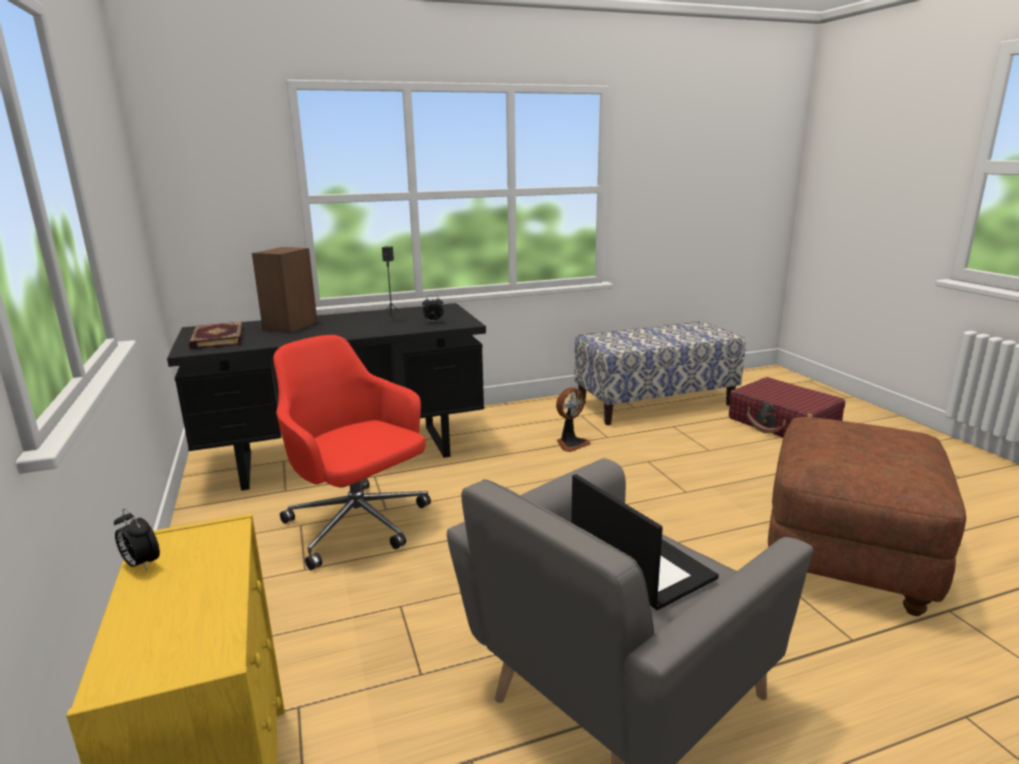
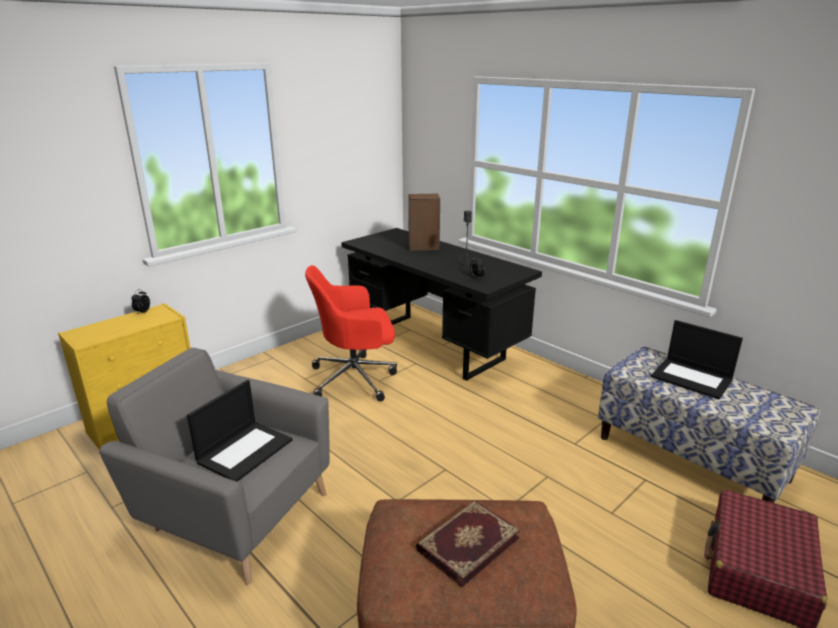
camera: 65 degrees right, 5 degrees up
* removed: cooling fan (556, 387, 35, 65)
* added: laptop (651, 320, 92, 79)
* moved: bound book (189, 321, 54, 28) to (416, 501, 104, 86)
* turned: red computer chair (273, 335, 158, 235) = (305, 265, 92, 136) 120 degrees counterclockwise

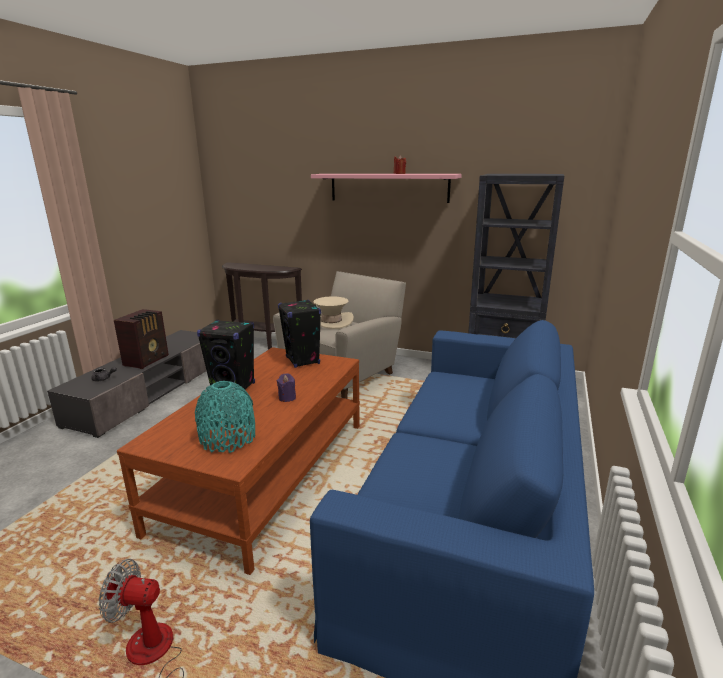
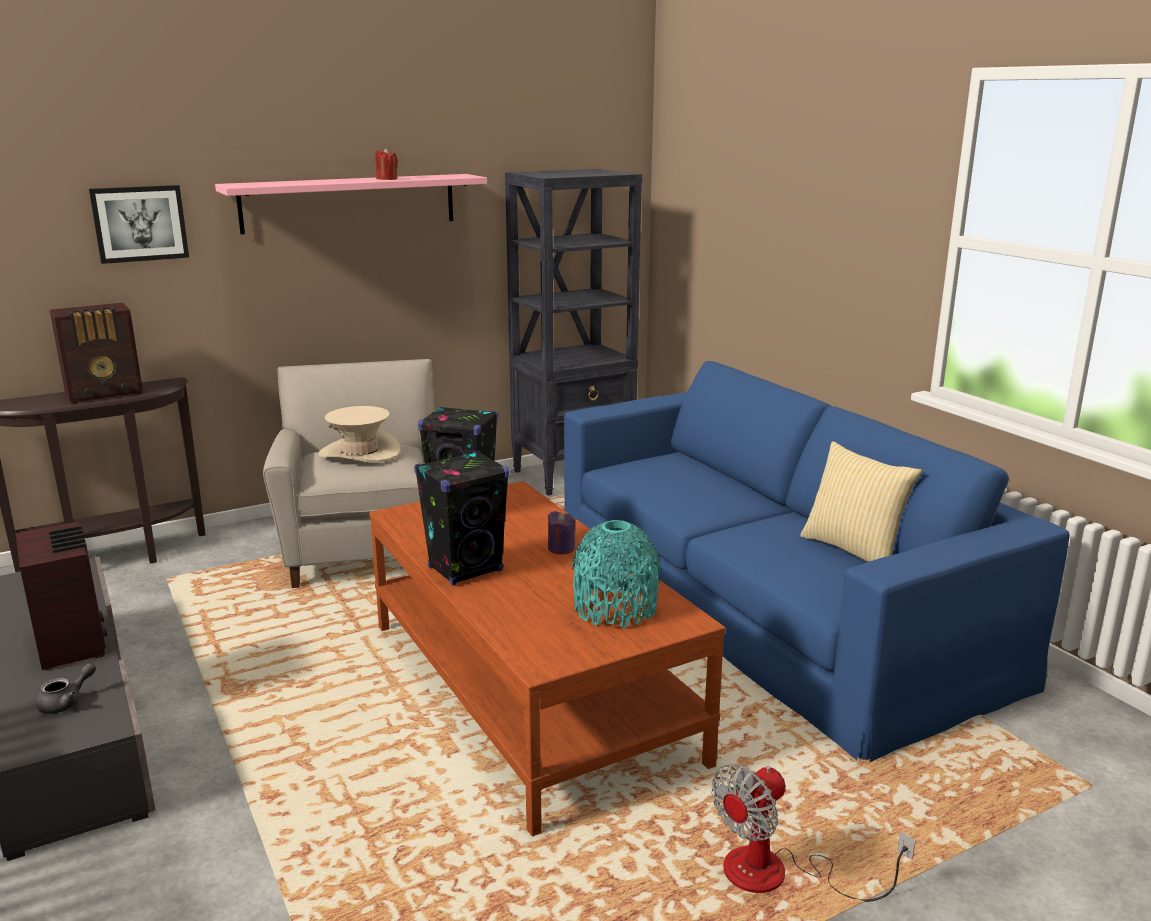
camera: 50 degrees left, 0 degrees up
* added: radio receiver (50, 303, 93, 101)
* added: wall picture (89, 185, 100, 79)
* added: cushion (801, 441, 121, 121)

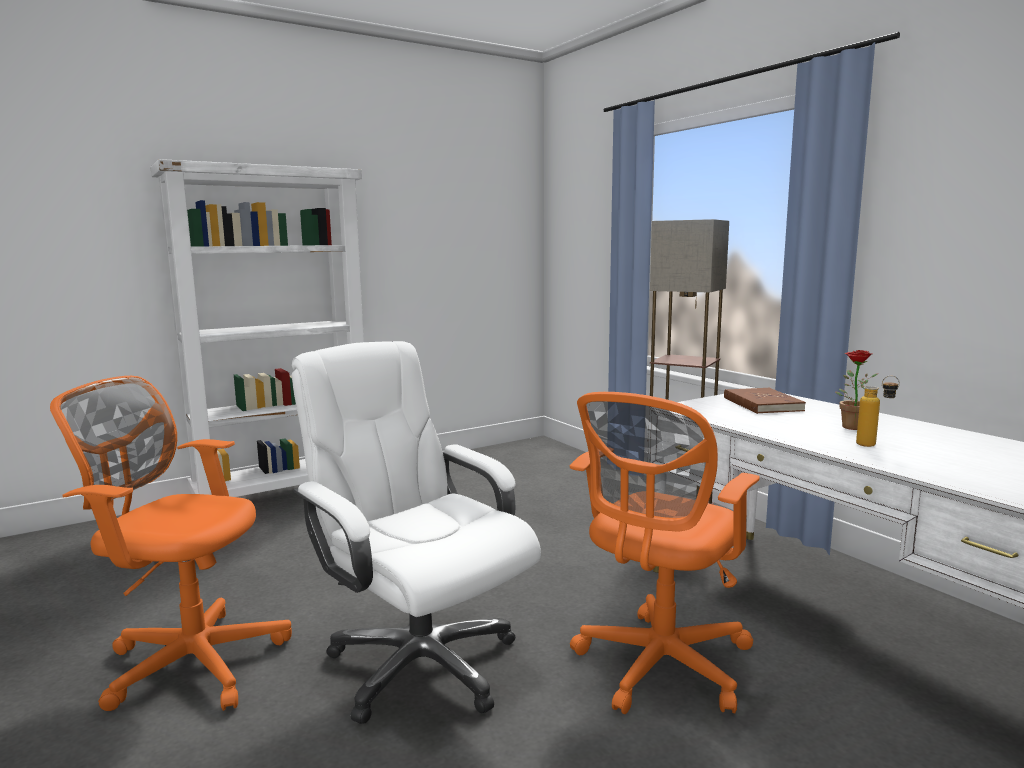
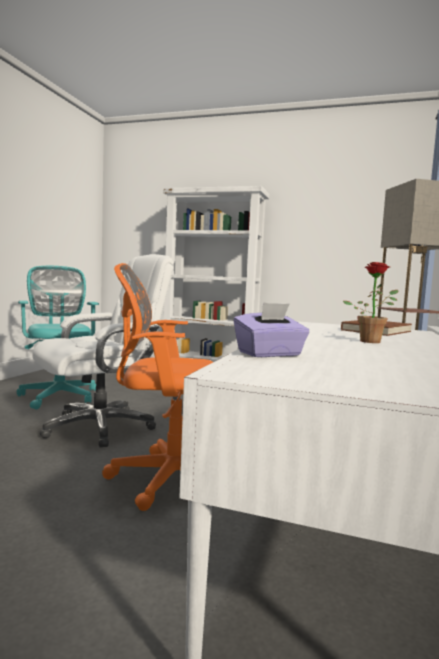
camera: 50 degrees right, 5 degrees down
* removed: drink bottle (856, 376, 44, 71)
* added: purple tissue box (234, 302, 76, 55)
* recoloured: orangey computer chair (50, 376, 242, 335) to turquoise computer chair (17, 266, 82, 143)
* turned: white-coloured computer chair (291, 341, 250, 383) = (32, 254, 142, 194) 45 degrees clockwise

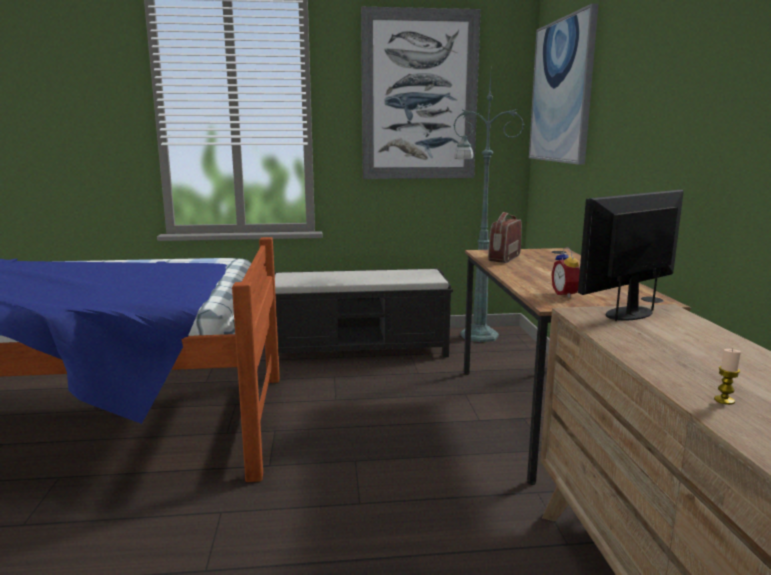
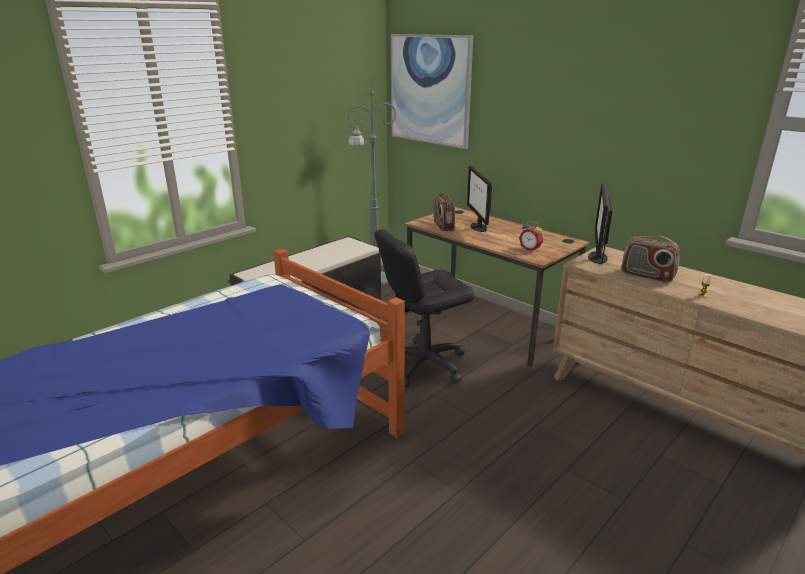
camera: 40 degrees left, 10 degrees up
* removed: wall picture (361, 7, 120, 172)
* added: black-coloured computer chair (374, 229, 101, 158)
* added: computer display (467, 166, 25, 66)
* added: radio receiver (621, 236, 59, 47)

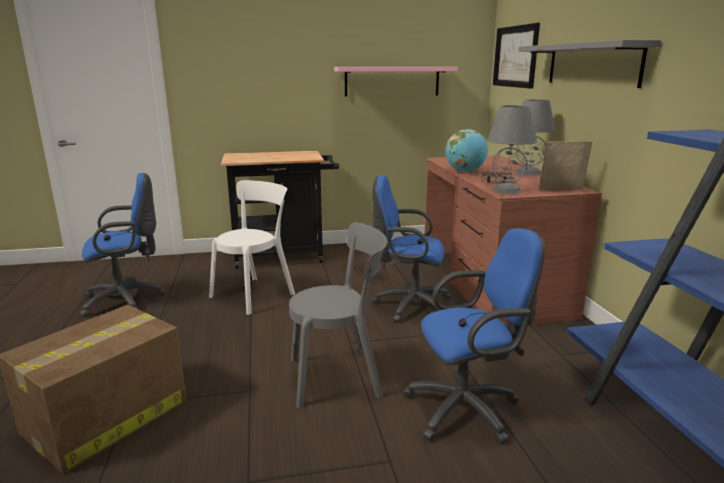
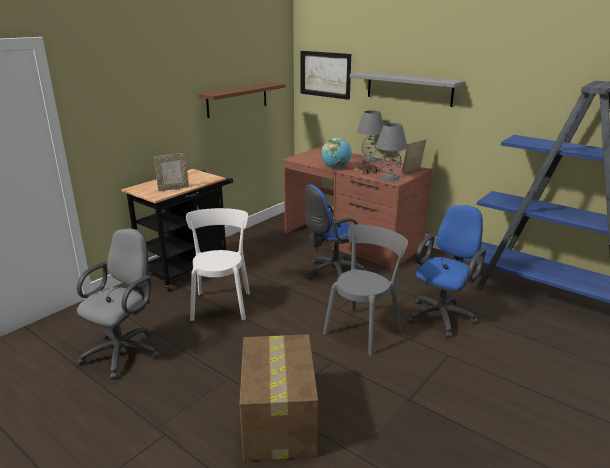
camera: 40 degrees left, 5 degrees up
* added: picture frame (153, 153, 36, 38)
* recoloured: blue-coloured computer chair (80, 173, 86, 144) to gray computer chair (77, 229, 82, 151)
* recoloured: pinkish bracket shelf (334, 67, 124, 30) to brown bracket shelf (198, 82, 88, 36)

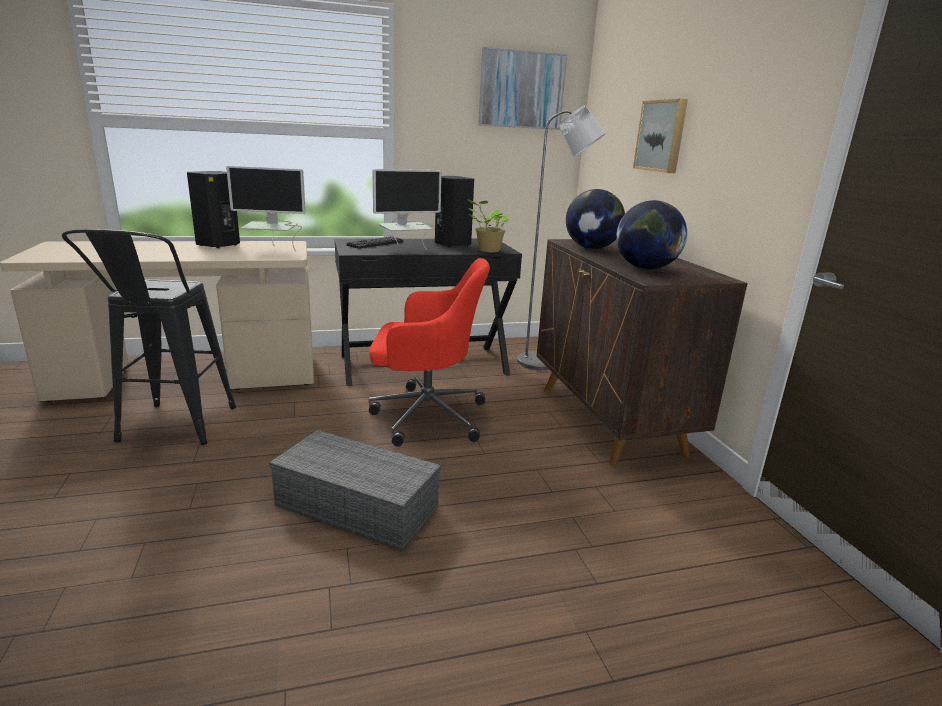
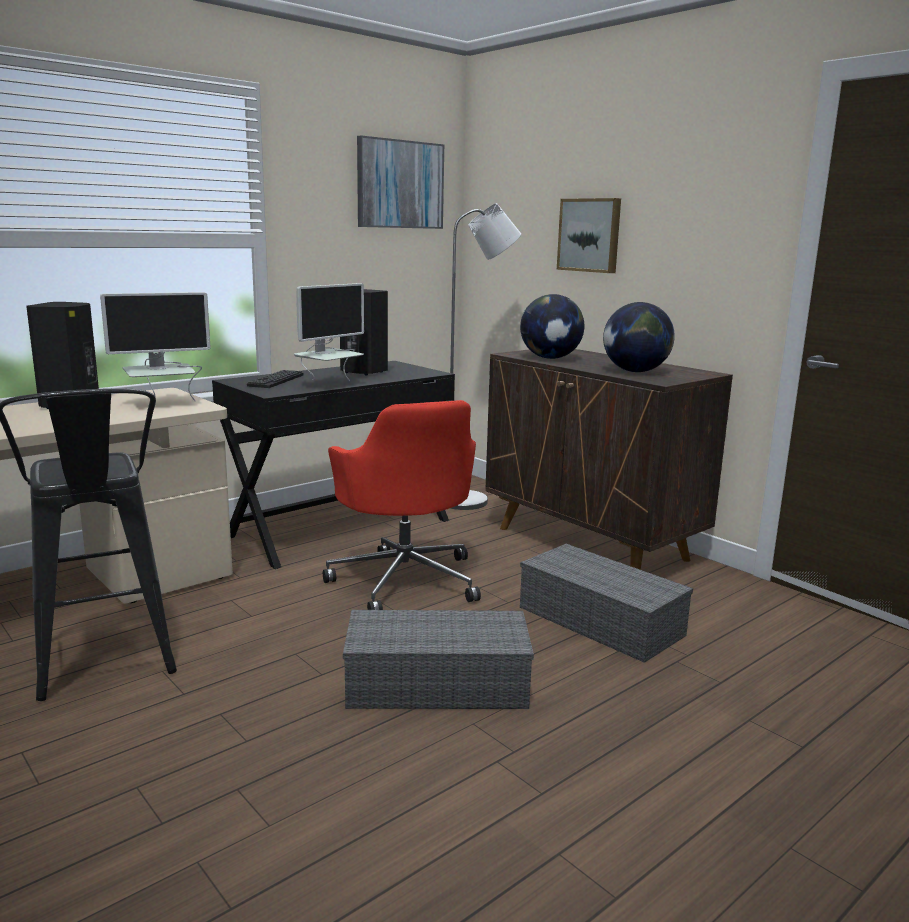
camera: 25 degrees left, 5 degrees down
* removed: houseplant (466, 199, 43, 53)
* added: gray storage container (520, 544, 173, 119)
* turned: red computer chair (369, 258, 121, 188) = (323, 400, 158, 210) 90 degrees clockwise

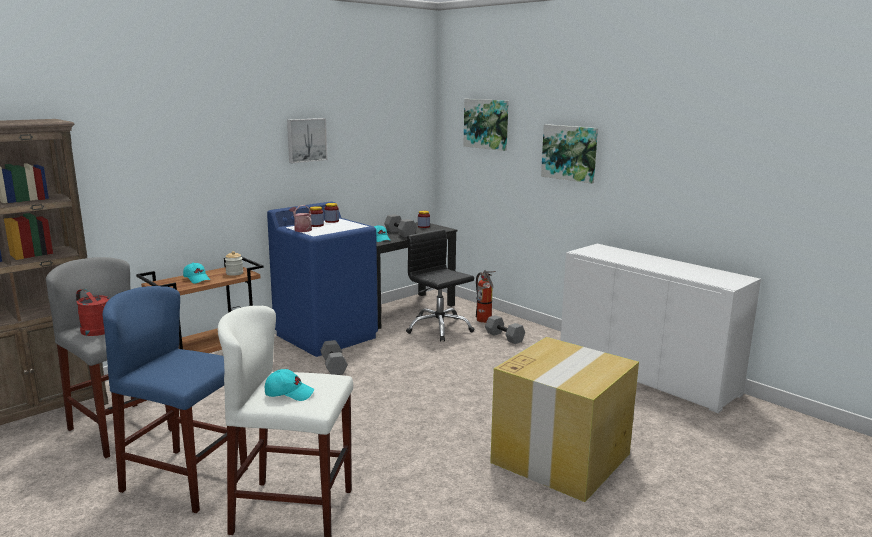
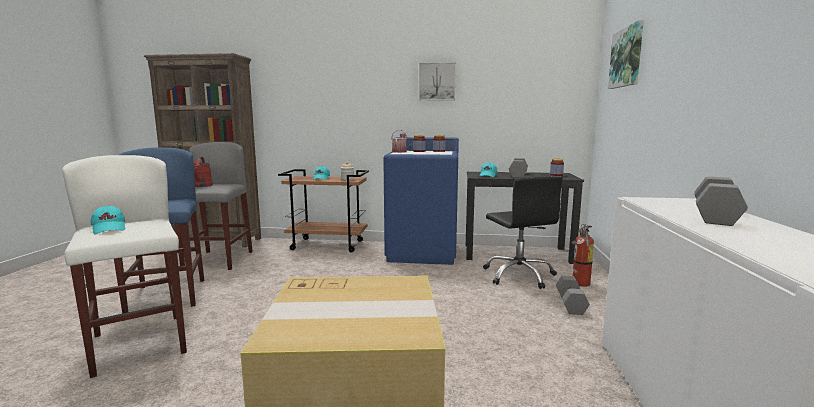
camera: 50 degrees right, 5 degrees down
* removed: wall picture (541, 124, 57, 60)
* moved: gray free weight (320, 340, 28, 35) to (694, 176, 54, 50)
* turned: black-coloured computer chair (406, 229, 69, 113) = (483, 176, 80, 113) 150 degrees clockwise

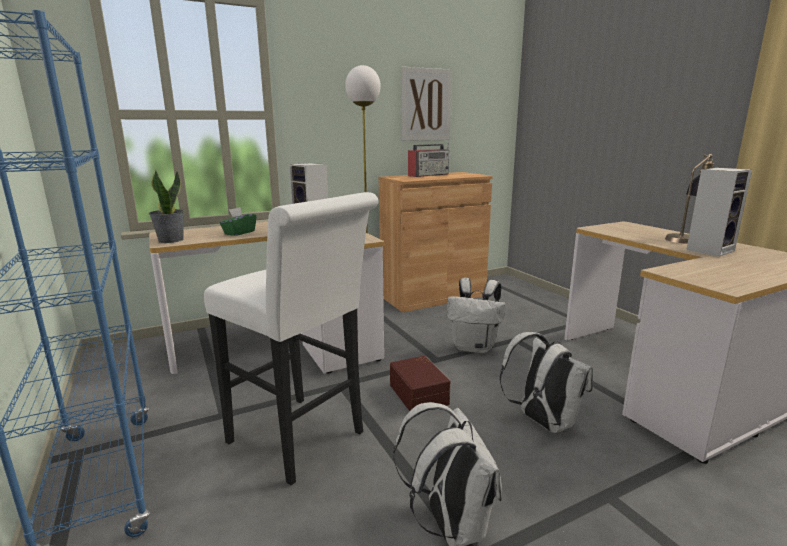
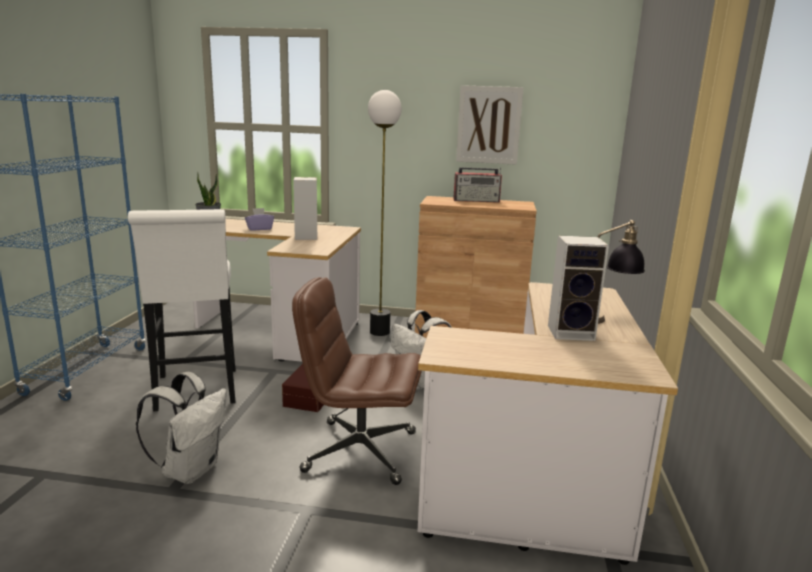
camera: 35 degrees right, 0 degrees up
* replaced: white-coloured rucksack (500, 332, 93, 101) to brown computer chair (292, 277, 130, 208)
* recoloured: greenish tissue box (220, 207, 37, 29) to purple tissue box (245, 208, 29, 23)

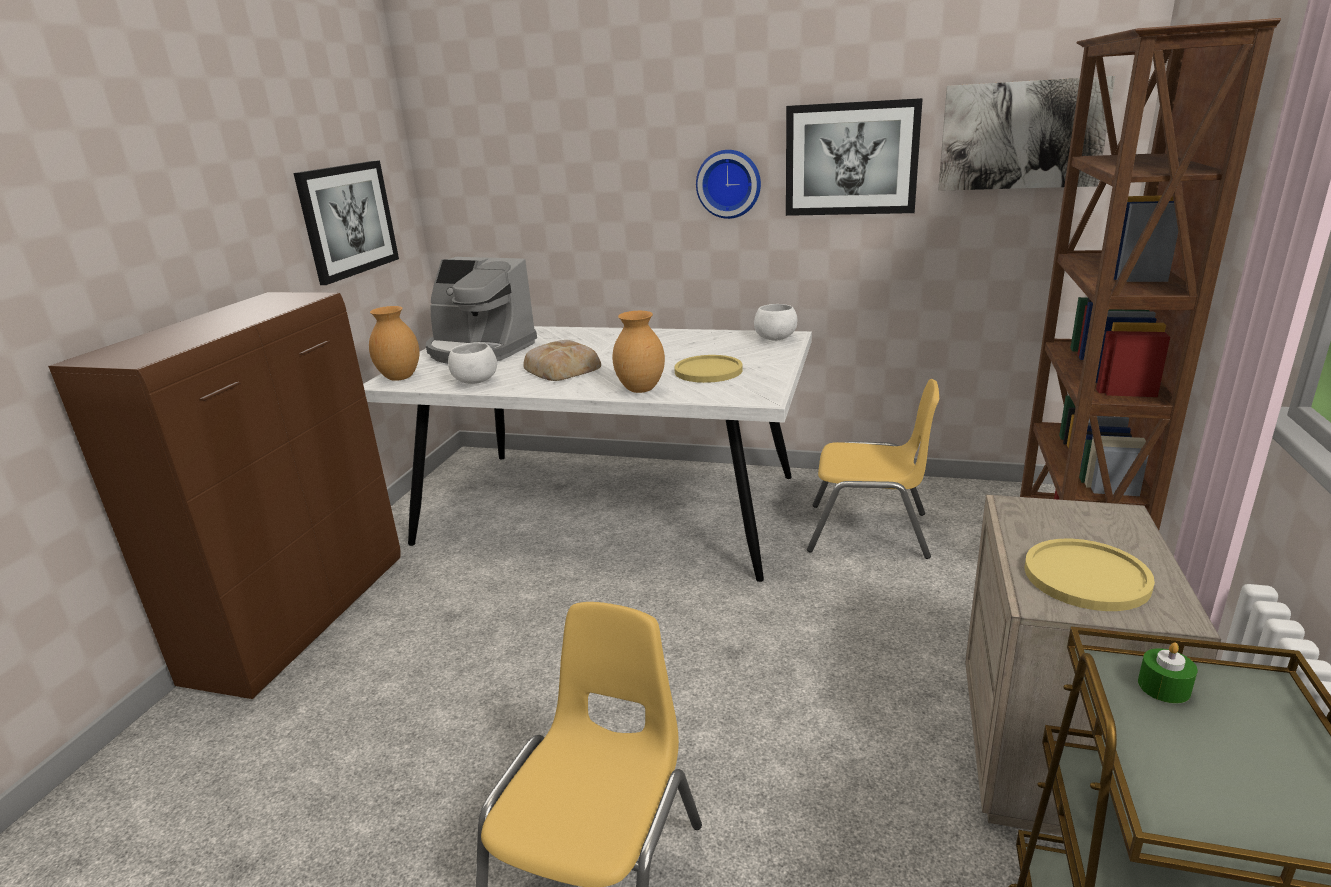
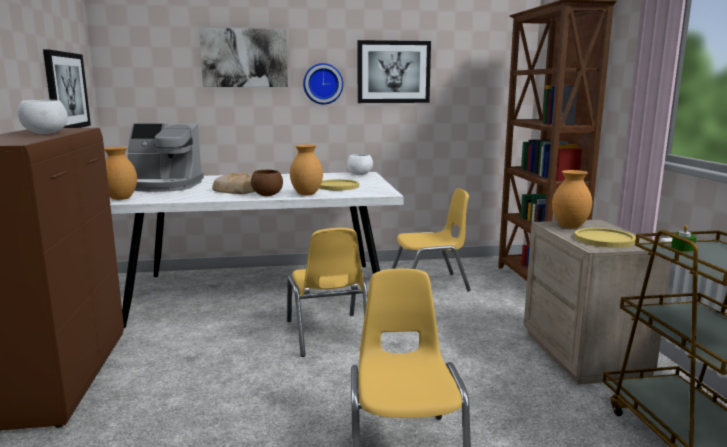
camera: 25 degrees left, 10 degrees down
* added: brown bowl (251, 170, 32, 26)
* added: yellow-coloured plain chair (287, 228, 81, 129)
* added: brown decorative vase (552, 170, 40, 59)
* moved: white-coloured bowl (448, 342, 49, 42) to (18, 100, 50, 34)
* moved: wall picture (938, 76, 177, 115) to (199, 28, 89, 59)

